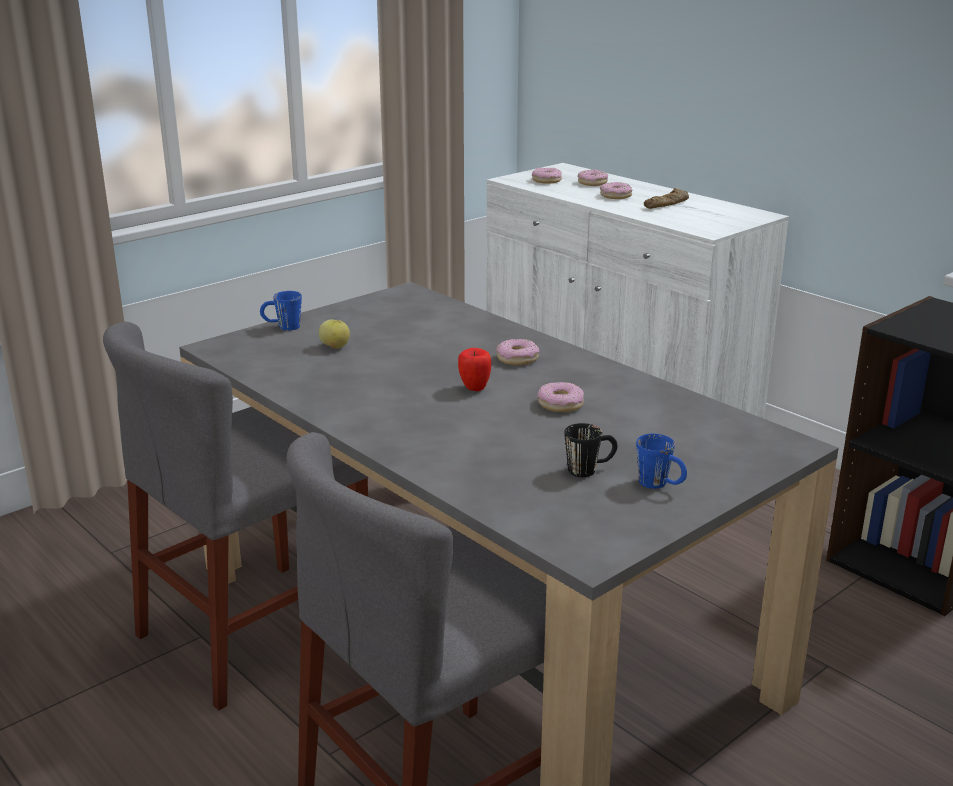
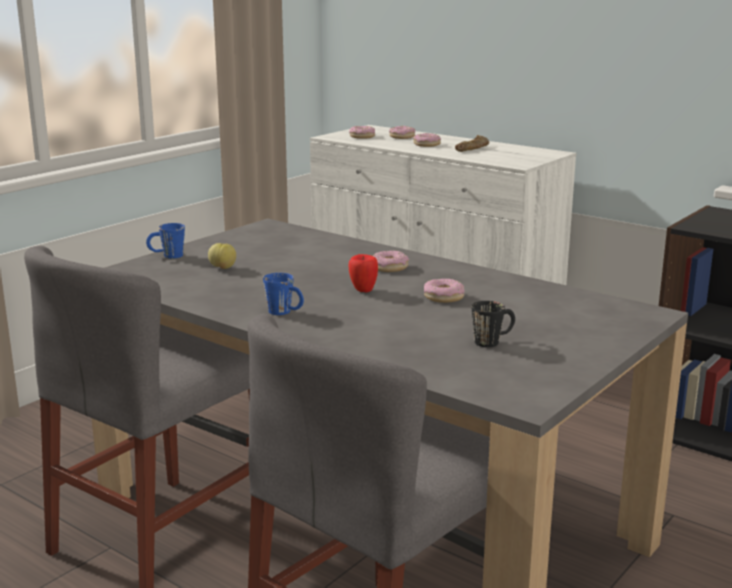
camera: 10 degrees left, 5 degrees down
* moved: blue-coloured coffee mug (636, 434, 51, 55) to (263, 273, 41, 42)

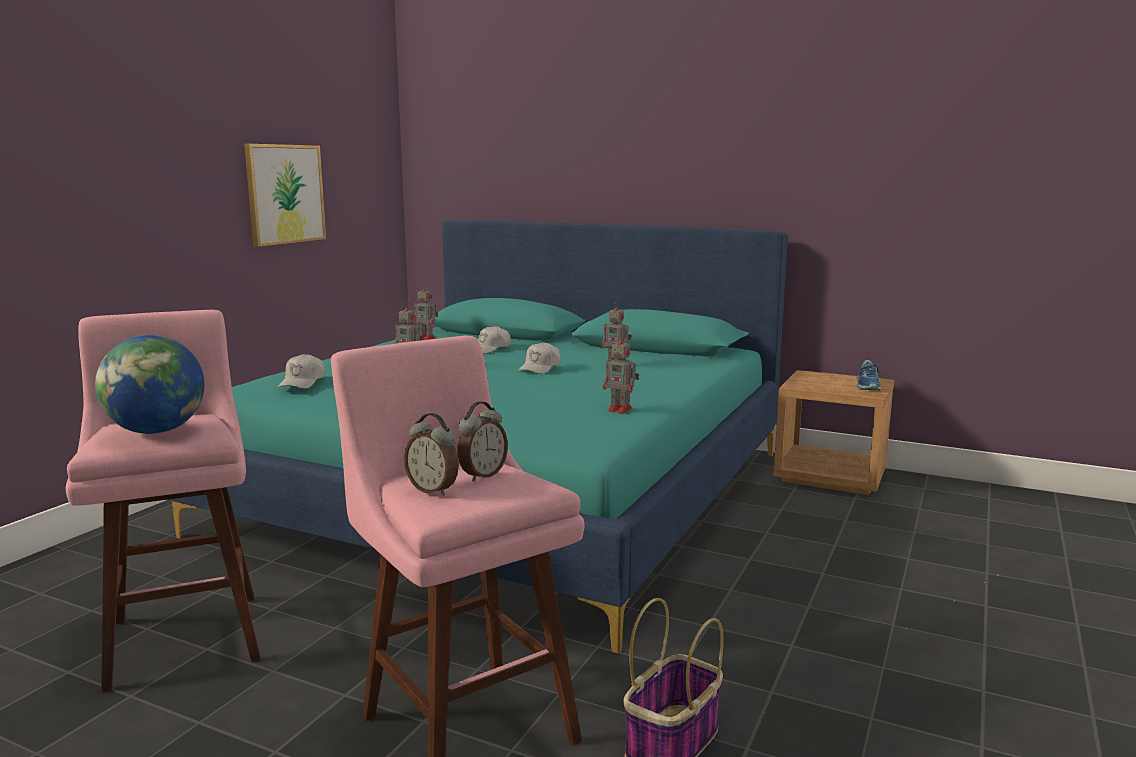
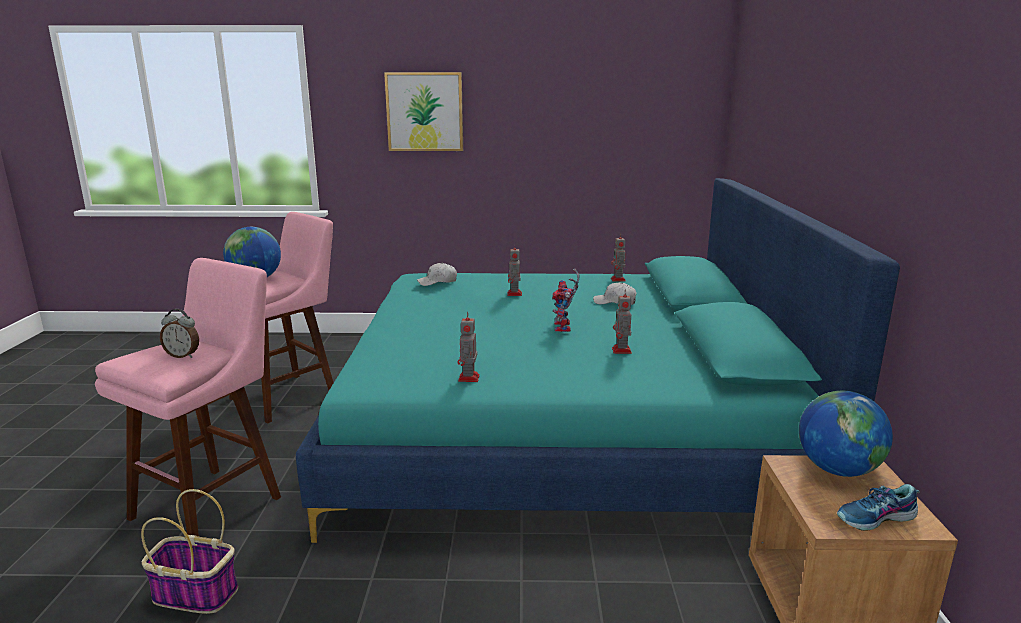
camera: 65 degrees right, 5 degrees up
* removed: alarm clock (404, 413, 55, 83)
* added: globe (799, 391, 94, 86)
* moved: wall picture (244, 144, 82, 103) to (384, 72, 79, 79)
* replaced: white-coloured baseball cap (518, 342, 43, 32) to toy robot (552, 269, 28, 63)

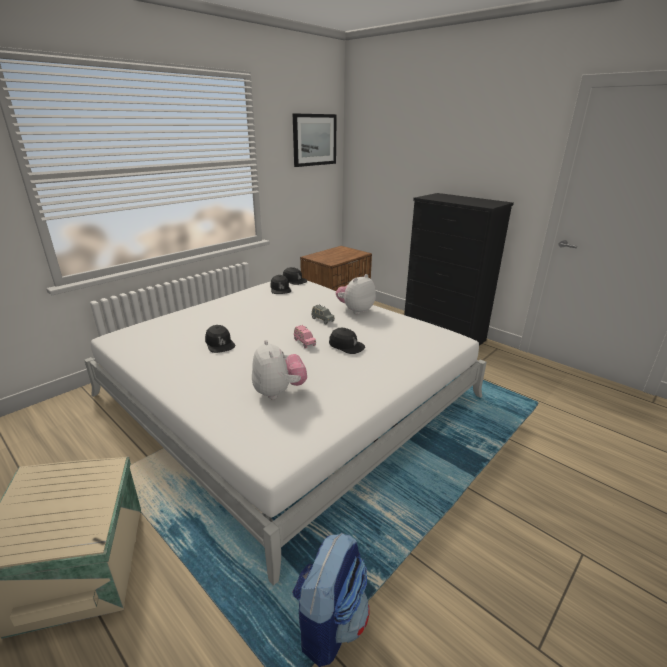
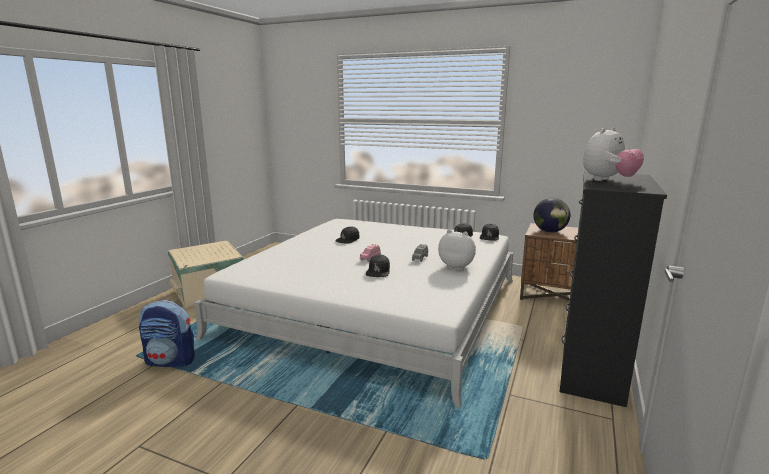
camera: 70 degrees right, 10 degrees down
* removed: wall picture (293, 114, 44, 53)
* added: globe (533, 198, 37, 35)
* moved: soft toy (252, 340, 55, 59) to (583, 127, 61, 54)

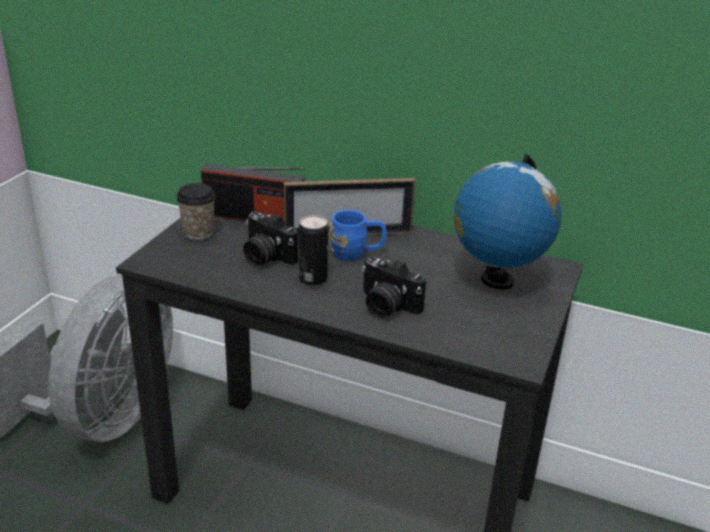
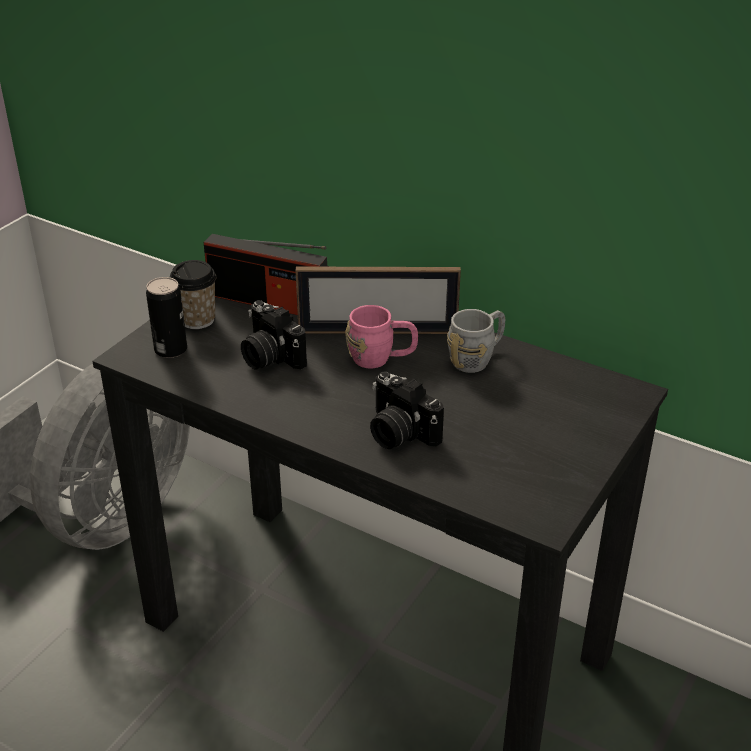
camera: 10 degrees right, 5 degrees up
* removed: globe (454, 154, 108, 136)
* added: gray coffee mug (447, 309, 58, 64)
* moved: sealed can (299, 215, 29, 71) to (146, 277, 41, 81)
* recoloured: blue-coloured coffee mug (328, 210, 59, 51) to pinkish coffee mug (345, 305, 73, 63)

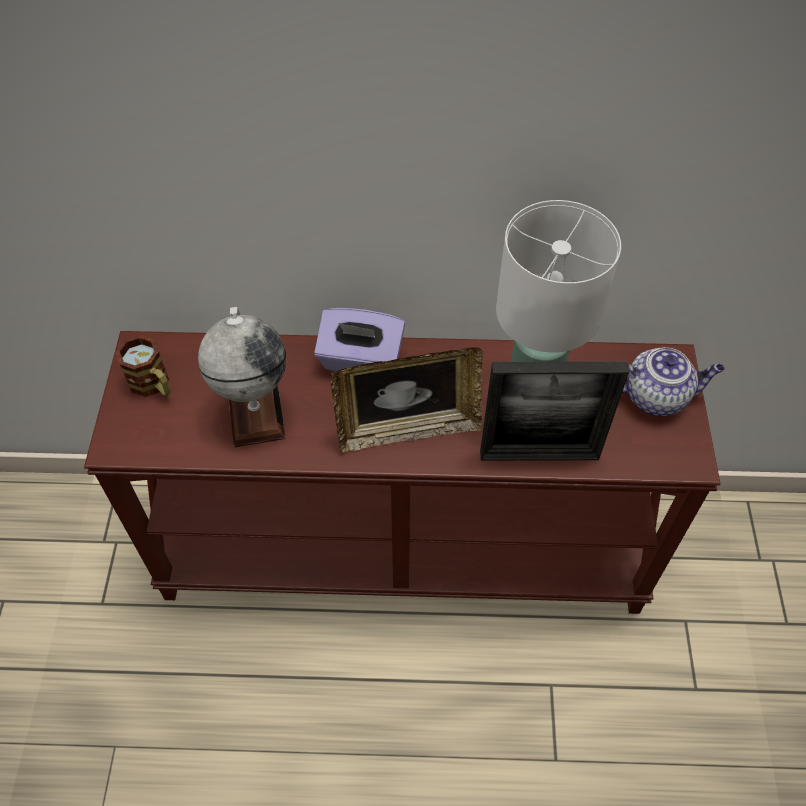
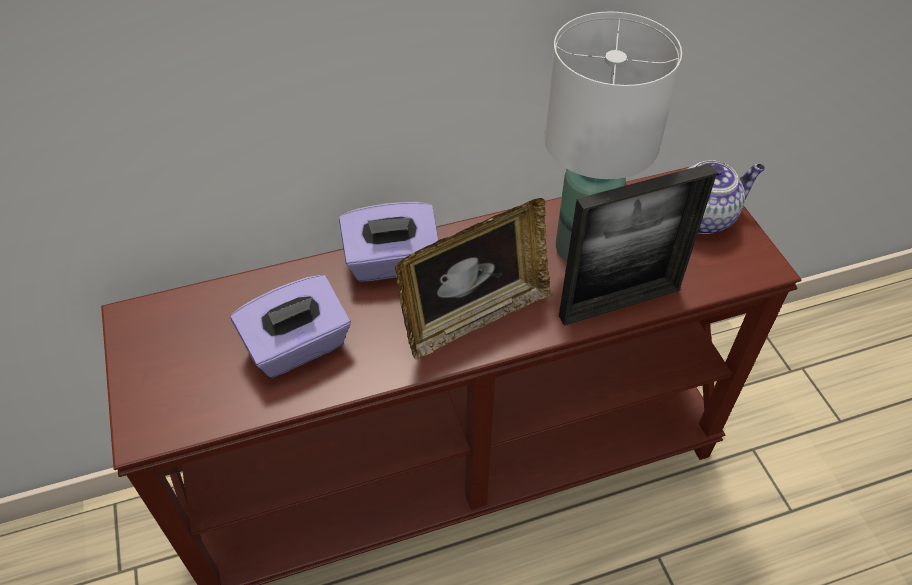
camera: 20 degrees left, 5 degrees down
* removed: coffee mug (115, 335, 56, 62)
* replaced: globe (198, 307, 88, 140) to purple tissue box (231, 275, 120, 103)

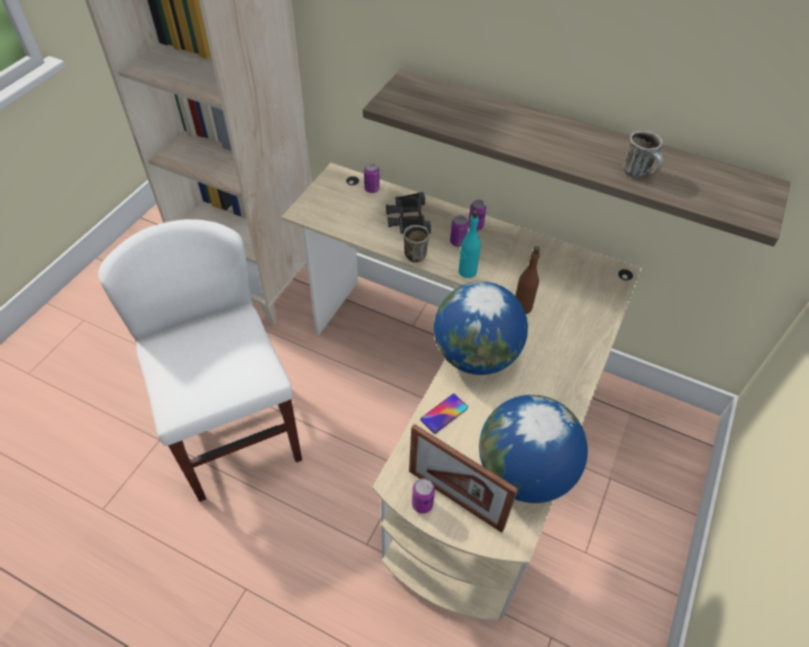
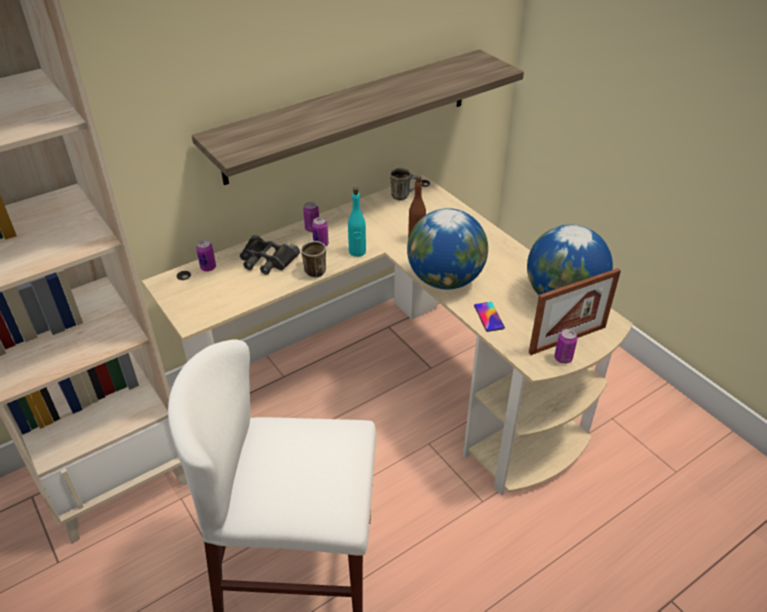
camera: 60 degrees left, 10 degrees down
* moved: coffee mug (623, 131, 40, 47) to (390, 168, 26, 32)

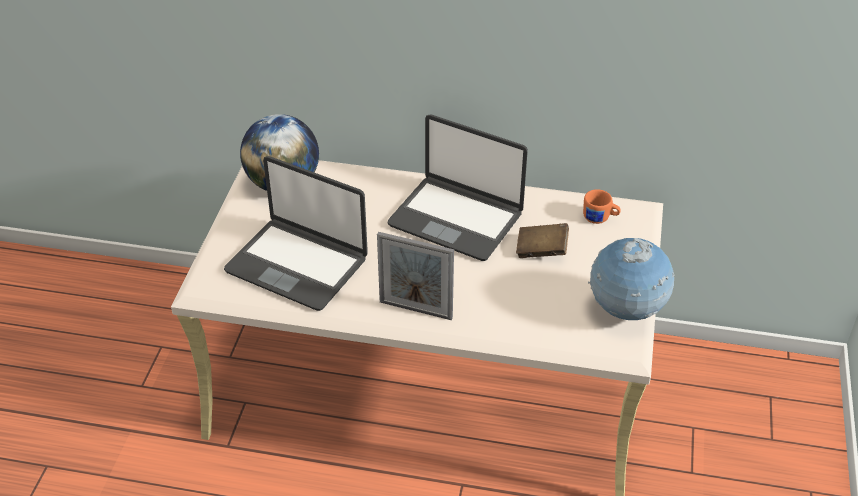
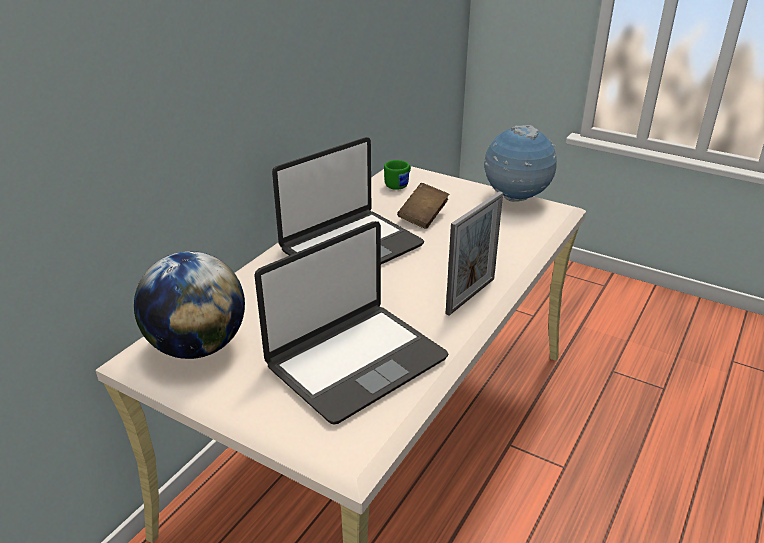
camera: 70 degrees left, 10 degrees down
* recoloured: orangey coffee mug (583, 189, 38, 35) to greenish coffee mug (384, 160, 27, 30)

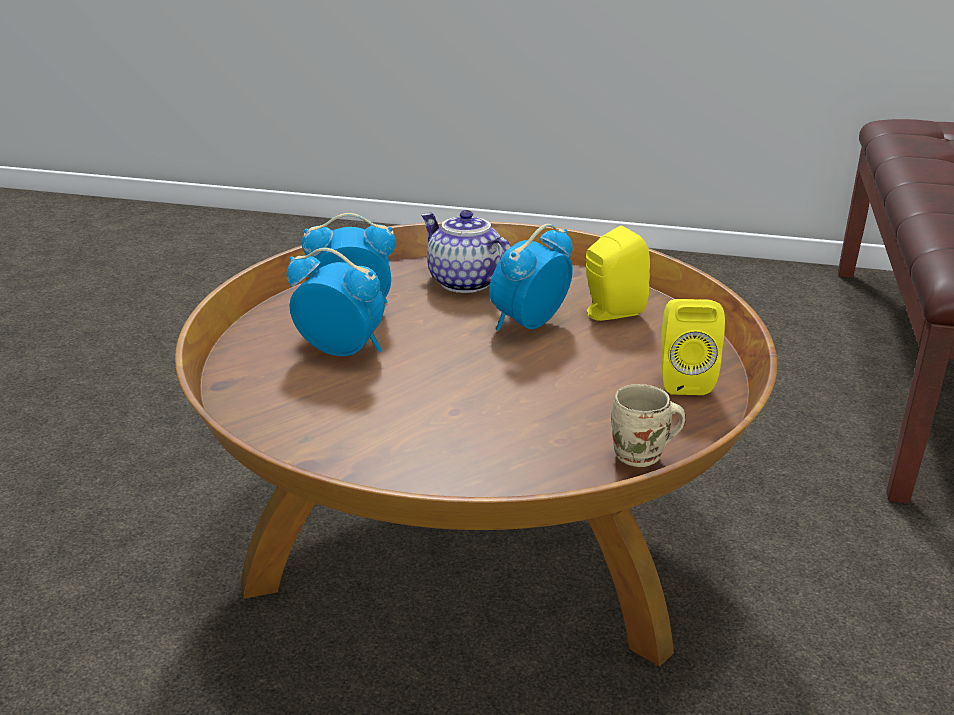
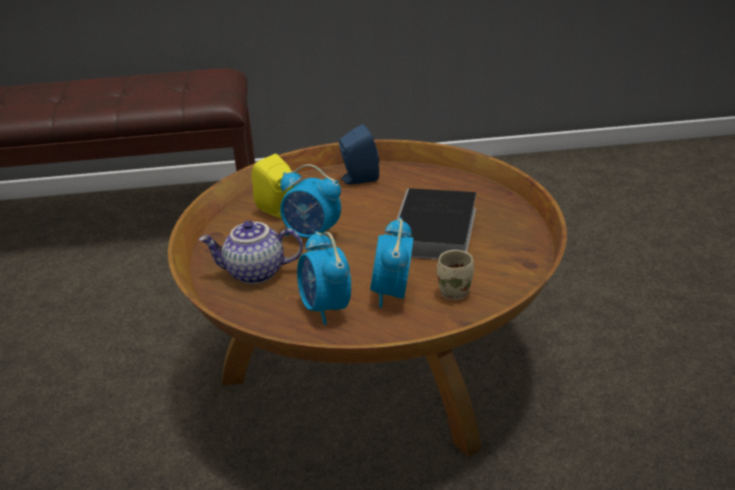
camera: 105 degrees left, 5 degrees up
* added: bound book (391, 188, 85, 71)
* moved: beige coffee mug (611, 384, 75, 83) to (437, 250, 37, 50)
* recoloured: yellow-coloured audio speaker (661, 299, 64, 96) to blue-coloured audio speaker (339, 124, 40, 61)
* turned: tea pot (421, 210, 90, 83) = (199, 221, 104, 63) 60 degrees clockwise

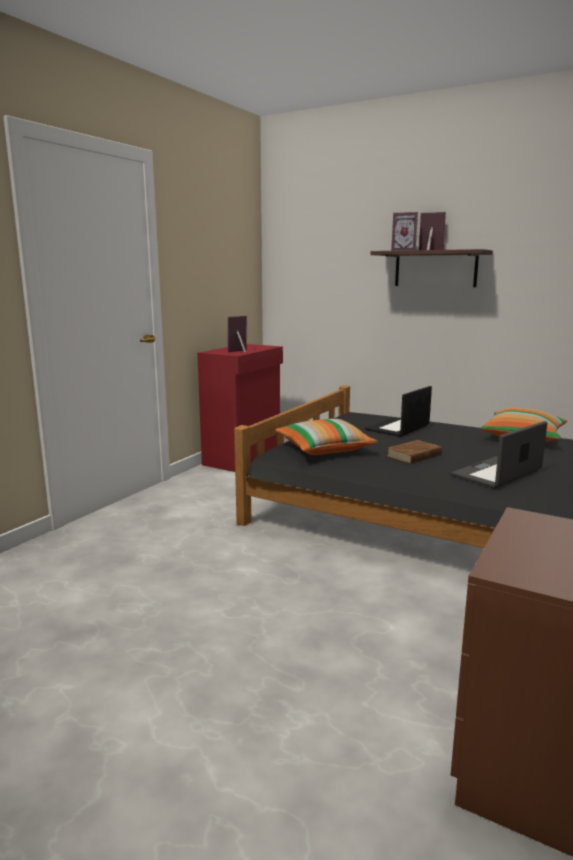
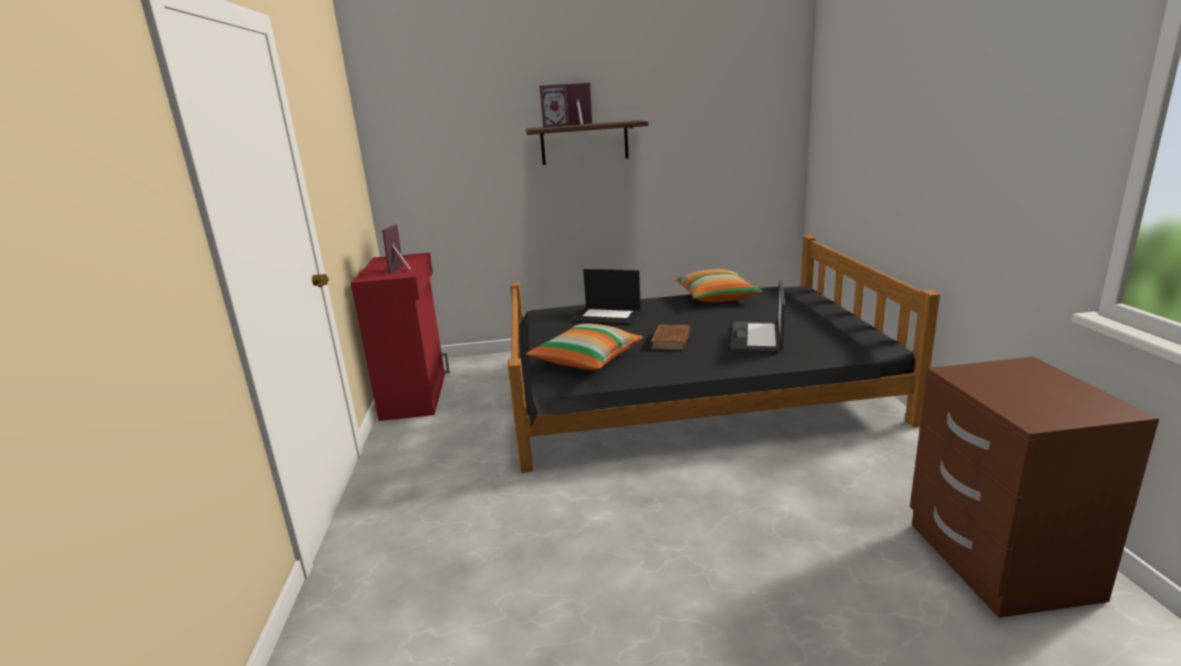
camera: 35 degrees left, 5 degrees up
* turned: laptop (365, 386, 67, 51) = (572, 269, 69, 56) 75 degrees counterclockwise

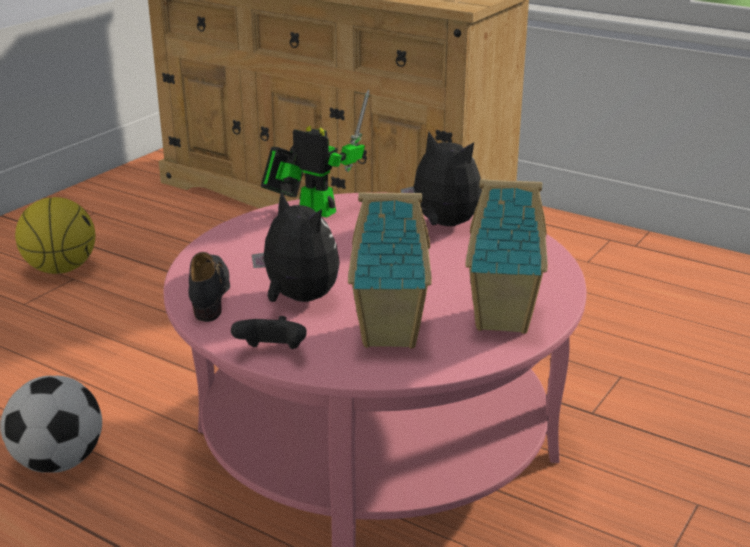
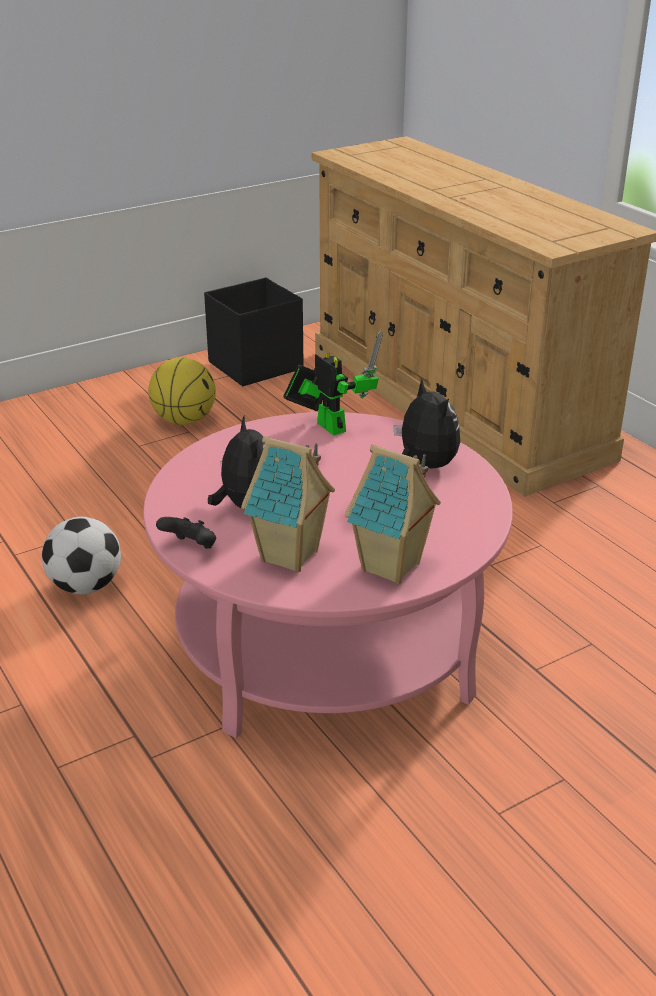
camera: 25 degrees right, 5 degrees up
* removed: black-coloured item of footwear (188, 252, 42, 70)
* added: black-coloured storage container (204, 277, 100, 109)

